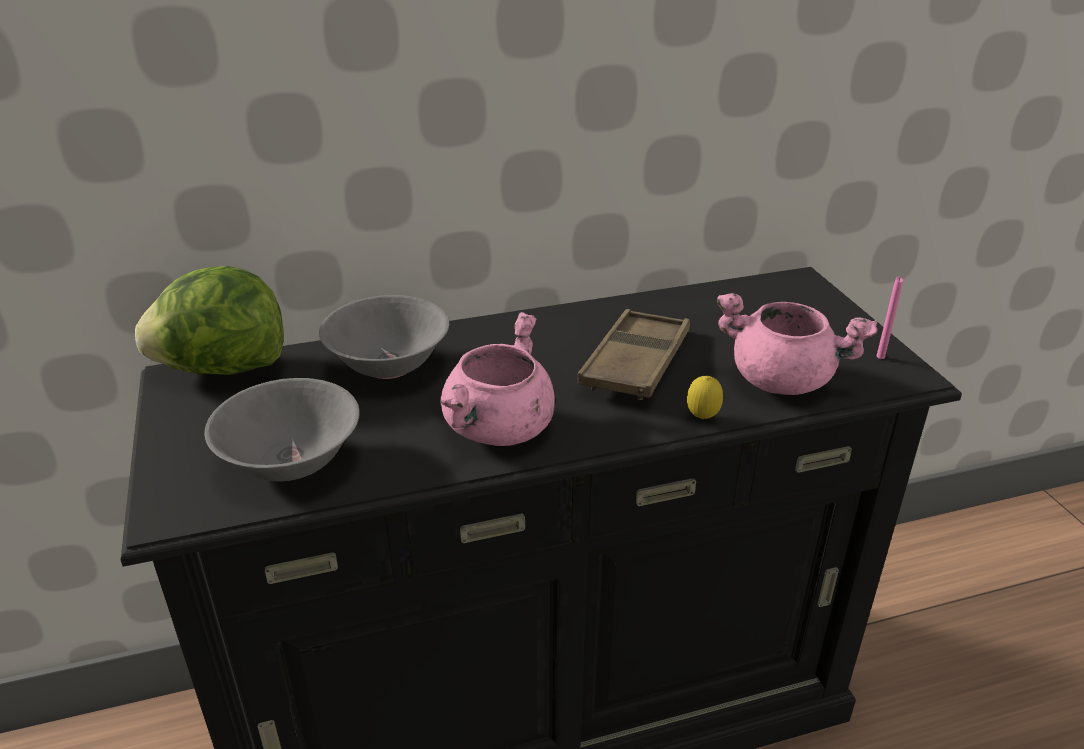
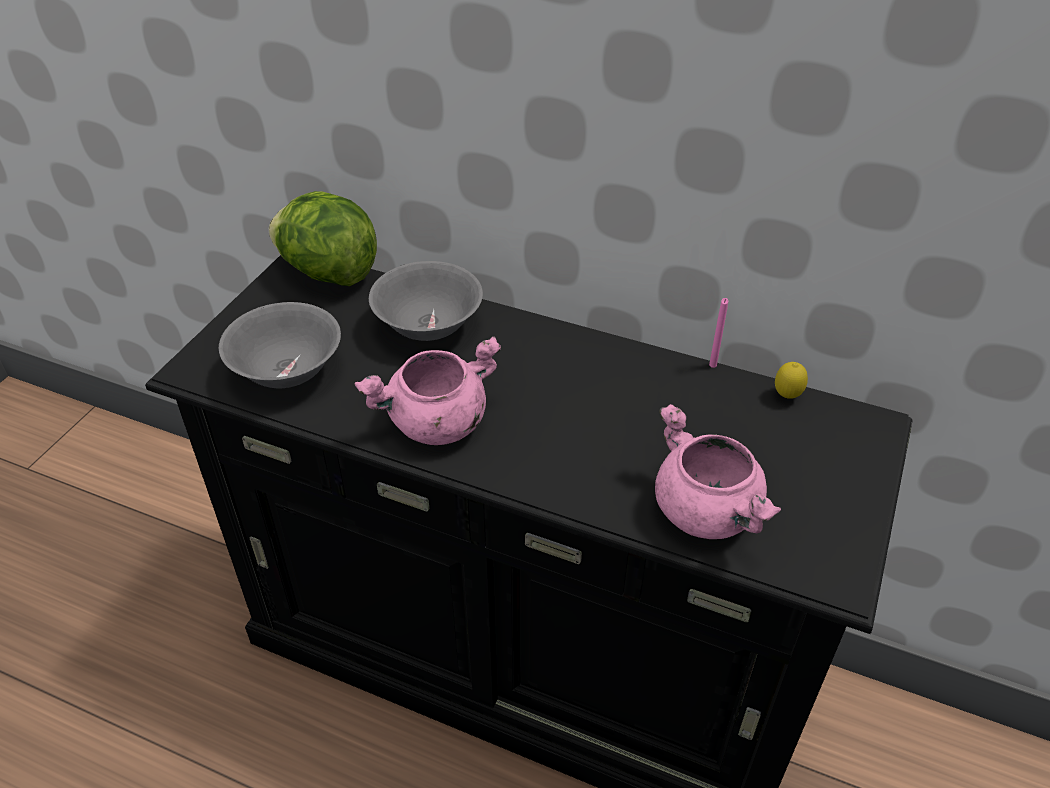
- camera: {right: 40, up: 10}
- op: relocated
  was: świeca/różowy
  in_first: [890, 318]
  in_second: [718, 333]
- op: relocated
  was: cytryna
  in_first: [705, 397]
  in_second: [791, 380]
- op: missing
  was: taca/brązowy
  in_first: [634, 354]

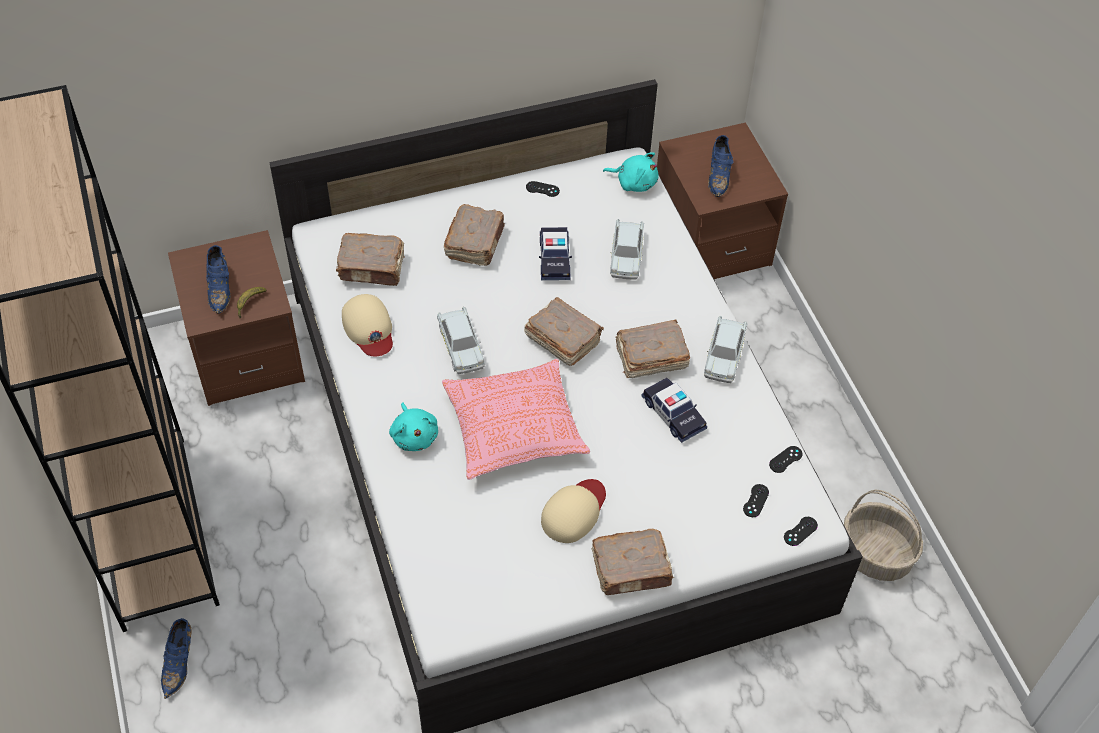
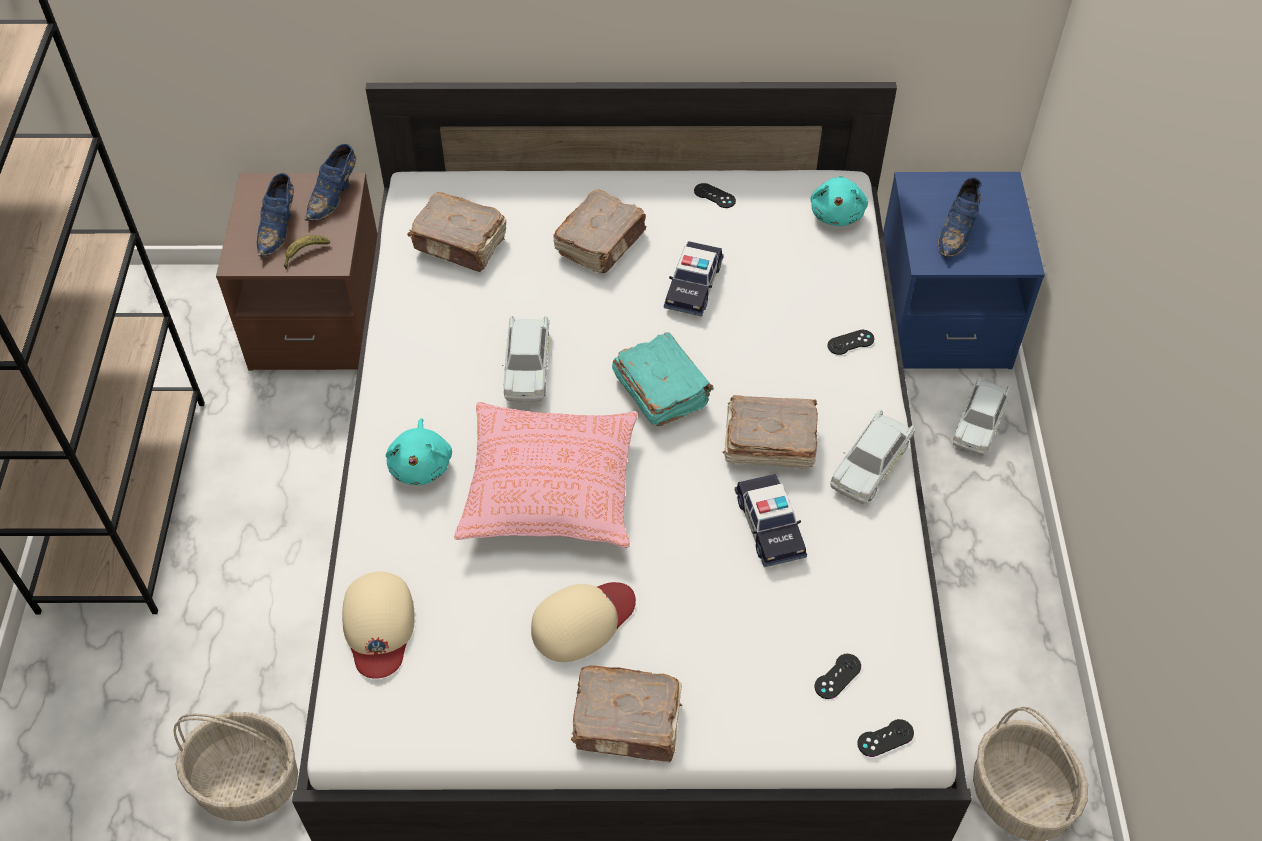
- camera: {right: 20, up: 0}
- op: appeared
  now: koszyk
  in_second: [235, 766]
- op: relocated
  was: but/niebieski
  in_first: [176, 658]
  in_second: [330, 182]
- op: relocated
  was: czapka z daszkiem/beżowy
  in_first: [367, 325]
  in_second: [378, 625]
- op: colour
  was: książka/brązowy
  now: książka/turkusowy
  in_first: [564, 331]
  in_second: [663, 379]
- op: spun
  was: pluszak/turkusowy
  in_first: [631, 172]
  in_second: [839, 201]
  clockwise: 60
- op: relocated
  was: pad do gier/czarny
  in_first: [786, 459]
  in_second: [850, 342]
- op: colour
  was: szafka nocna/brązowy
  now: szafka nocna/niebieski
  in_first: [722, 201]
  in_second: [964, 270]
- op: relocated
  was: samochodzik/biały
  in_first: [627, 249]
  in_second: [982, 416]

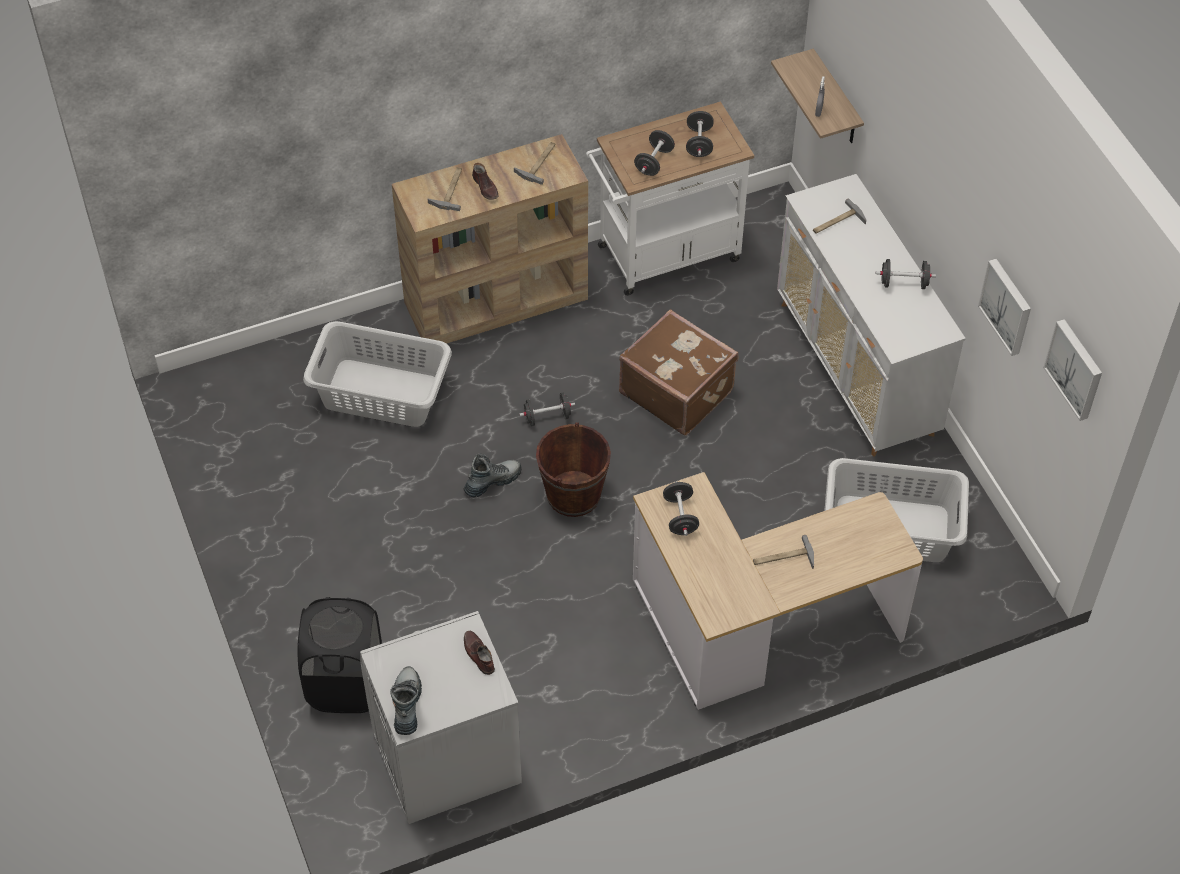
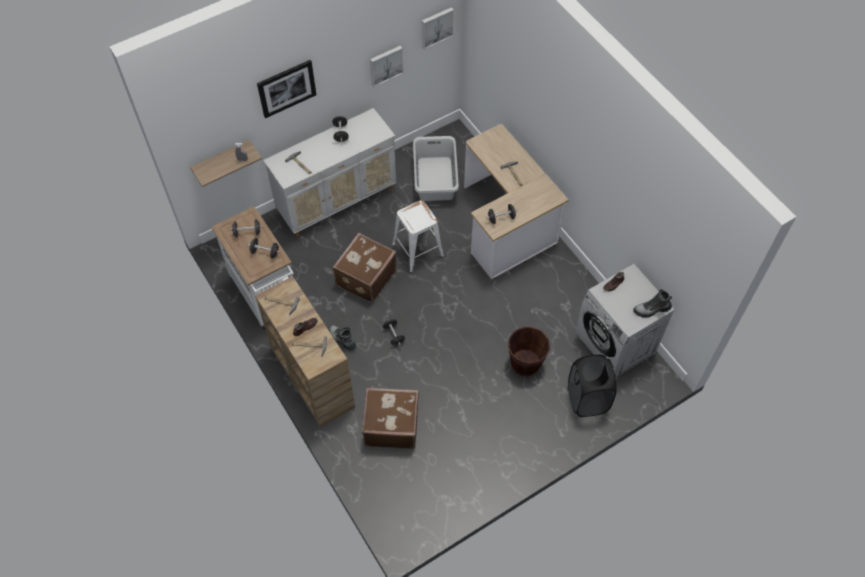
- camera: {right: -100, up: 5}
- op: appeared
  now: obraz
  in_second: [286, 89]
- op: relocated
  was: but z cholewką
  in_first: [492, 476]
  in_second: [342, 338]
- op: exchanged
  was: kosz na pranie/szary
  now: walizka/brązowy
  in_first: [377, 374]
  in_second: [390, 418]
- op: appeared
  now: stołek/biały
  in_second: [418, 236]
- op: relocated
  was: wiadro/brązowy
  in_first: [573, 469]
  in_second: [529, 352]

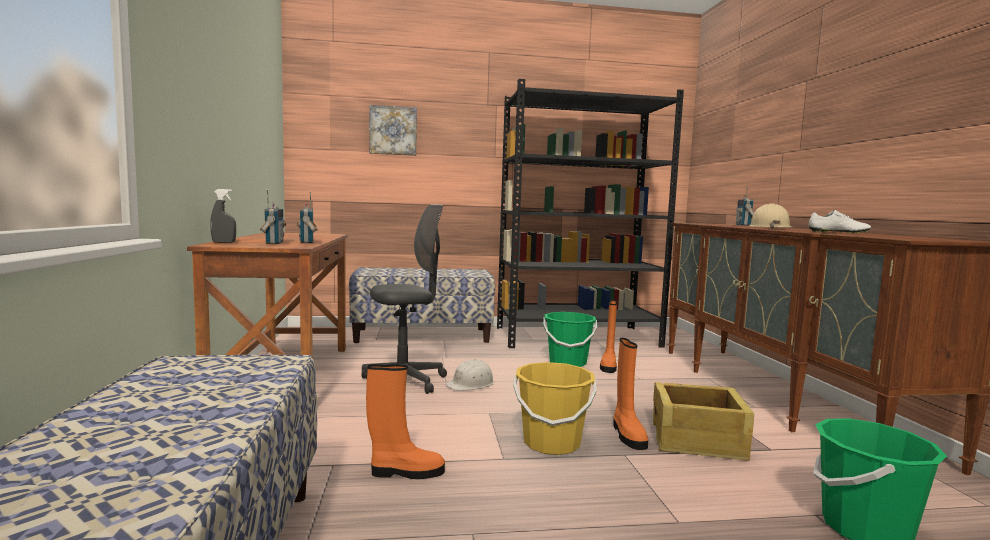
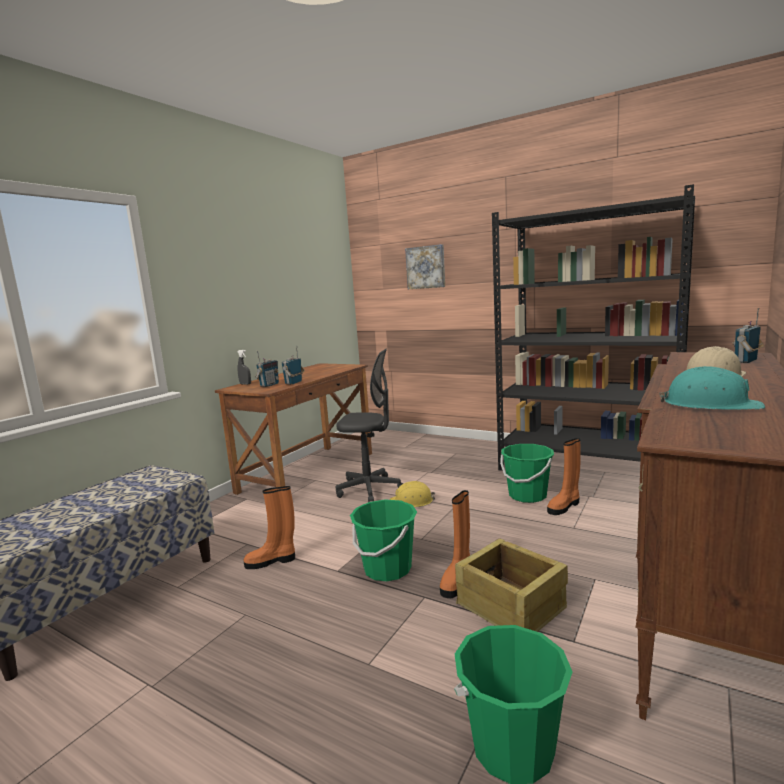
- camera: {right: 40, up: 5}
- op: spun
  was: but z cholewką/pomarańczowy
  in_first: [405, 421]
  in_second: [269, 527]
  clockwise: 135
- op: colour
  was: wiadro/żółty
  now: wiadro/zielony
  in_first: [555, 408]
  in_second: [383, 541]
- op: colour
  was: kask/biały
  now: kask/żółty
  in_first: [469, 375]
  in_second: [412, 494]
- op: exchanged
  was: but/biały
  now: kask/turkusowy
  in_first: [840, 222]
  in_second: [712, 388]
- op: missing
  was: ławka
  in_first: [422, 305]

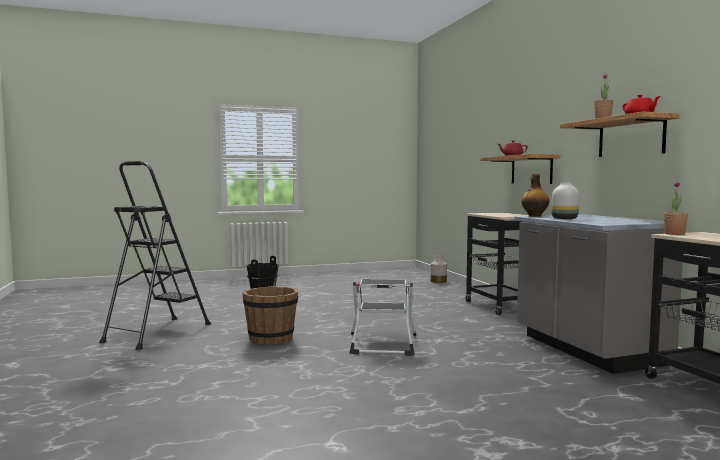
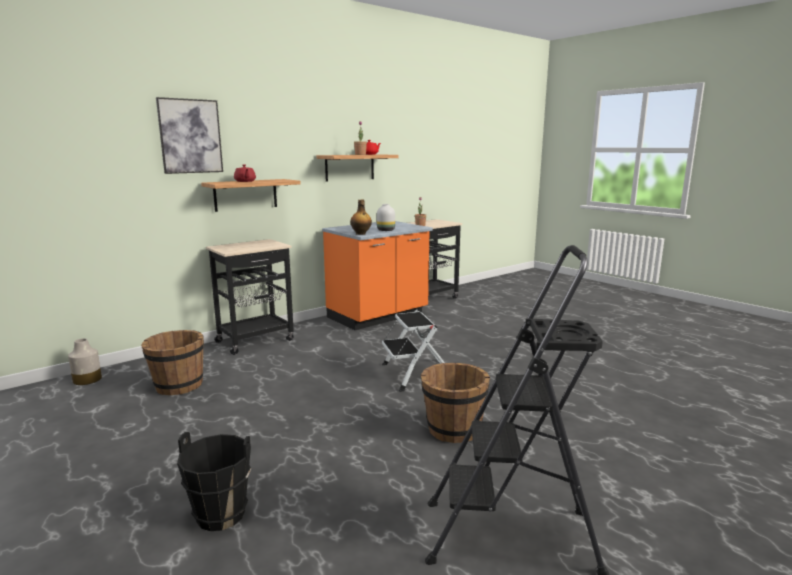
- camera: {right: -110, up: 10}
- op: appeared
  now: wiadro/brązowy
  in_second: [172, 362]
- op: appeared
  now: obraz
  in_second: [189, 135]
- op: colour
  was: zabudowa kuchenna/szary
  now: zabudowa kuchenna/pomarańczowy
  in_first: [599, 294]
  in_second: [377, 275]

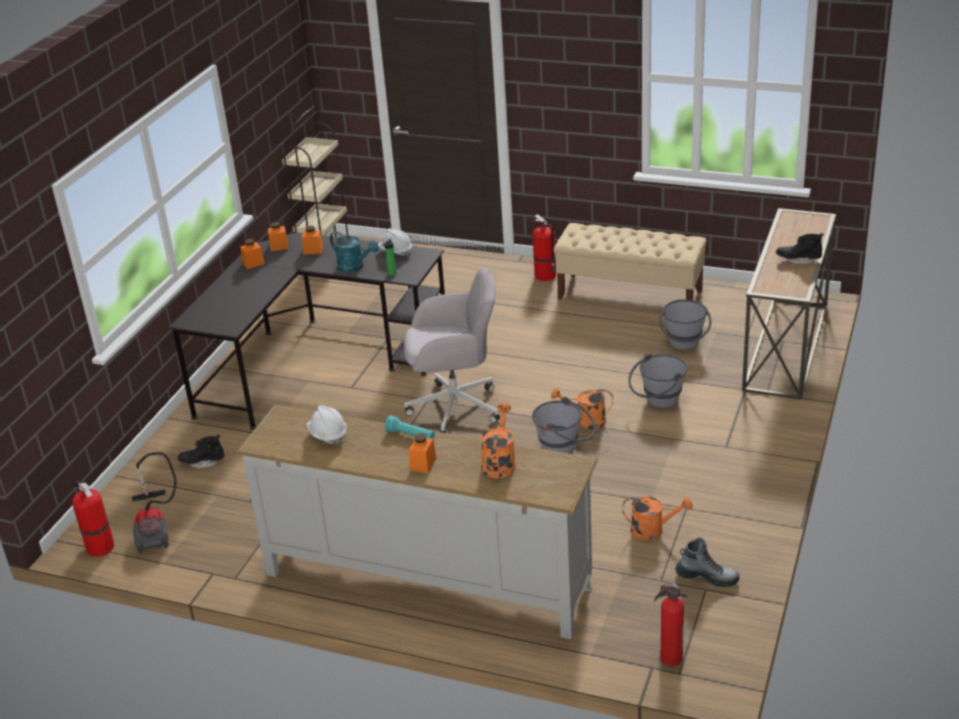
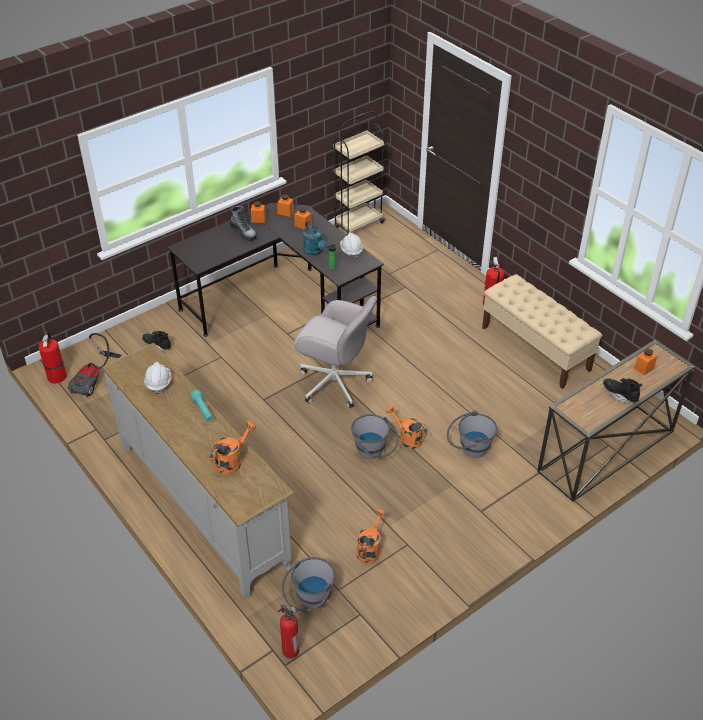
- camera: {right: 30, up: 10}
- op: relocated
  was: but z cholewką
  in_first: [707, 562]
  in_second: [243, 223]
- op: relocated
  was: wiadro/szary
  in_first: [685, 324]
  in_second: [309, 584]
- op: spun
  was: konewka/pomarańczowy
  in_first: [657, 518]
  in_second: [371, 536]
  clockwise: -105
- op: relocated
  was: słoik/pomarańczowy
  in_first: [422, 453]
  in_second: [645, 362]

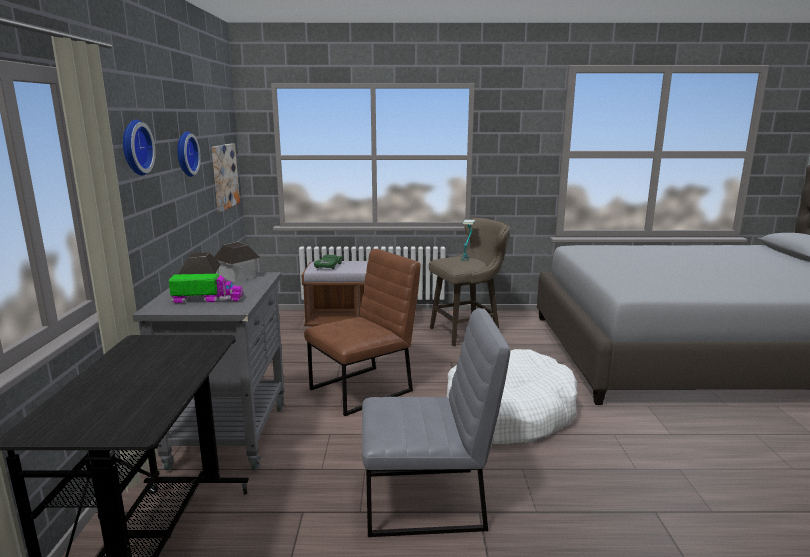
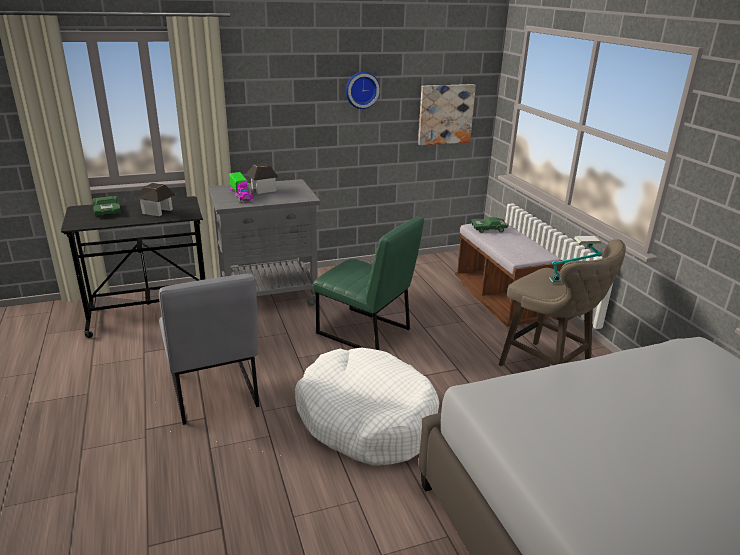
- camera: {right: 70, up: 10}
- op: appeared
  now: samochodzik/zielony
  in_second: [107, 206]
- op: relocated
  was: domek
  in_first: [237, 262]
  in_second: [155, 199]
- op: colour
  was: krzesło/brązowy
  now: krzesło/zielony
  in_first: [362, 332]
  in_second: [368, 283]
- op: missing
  was: zegar ścienny
  in_first: [139, 148]

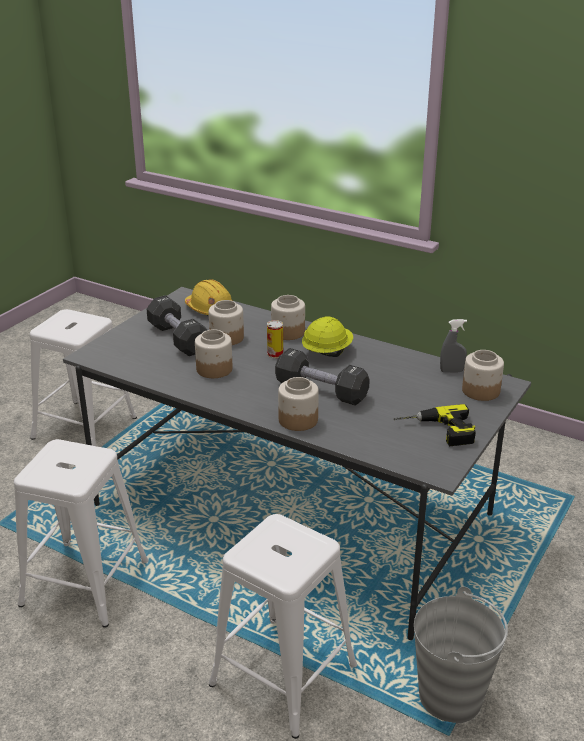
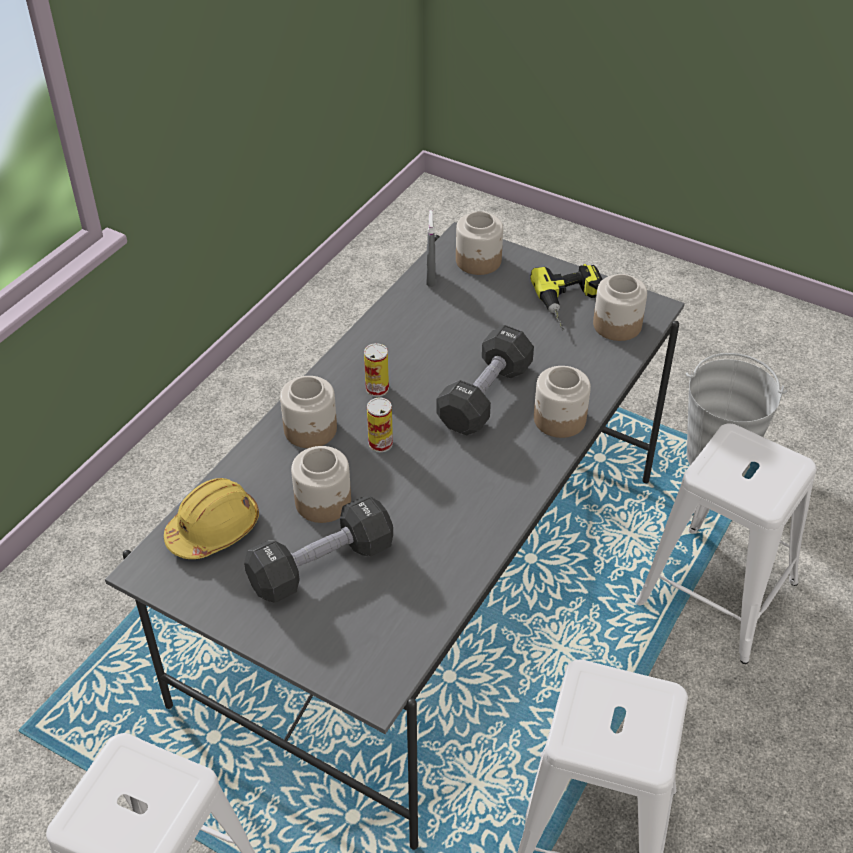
- camera: {right: -90, up: 15}
- op: exchanged
  was: kask/żółty
  now: puszka
  in_first: [327, 336]
  in_second: [376, 370]
- op: relocated
  was: słoik
  in_first: [213, 353]
  in_second: [620, 307]

